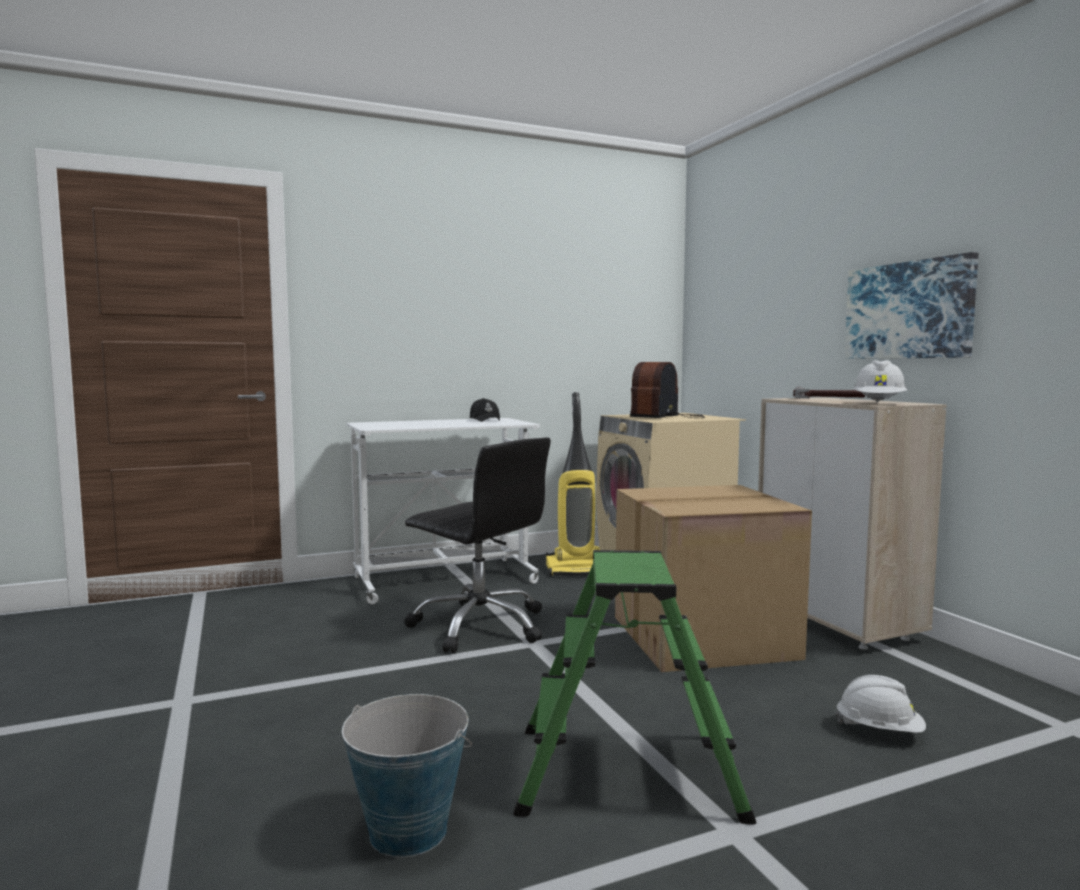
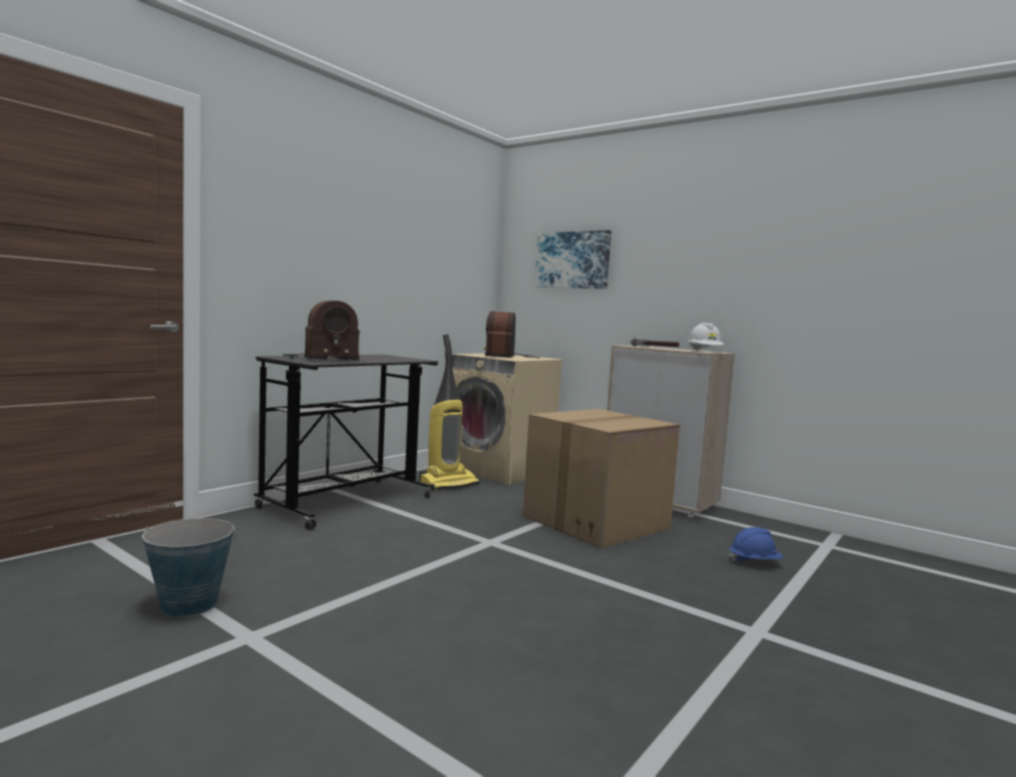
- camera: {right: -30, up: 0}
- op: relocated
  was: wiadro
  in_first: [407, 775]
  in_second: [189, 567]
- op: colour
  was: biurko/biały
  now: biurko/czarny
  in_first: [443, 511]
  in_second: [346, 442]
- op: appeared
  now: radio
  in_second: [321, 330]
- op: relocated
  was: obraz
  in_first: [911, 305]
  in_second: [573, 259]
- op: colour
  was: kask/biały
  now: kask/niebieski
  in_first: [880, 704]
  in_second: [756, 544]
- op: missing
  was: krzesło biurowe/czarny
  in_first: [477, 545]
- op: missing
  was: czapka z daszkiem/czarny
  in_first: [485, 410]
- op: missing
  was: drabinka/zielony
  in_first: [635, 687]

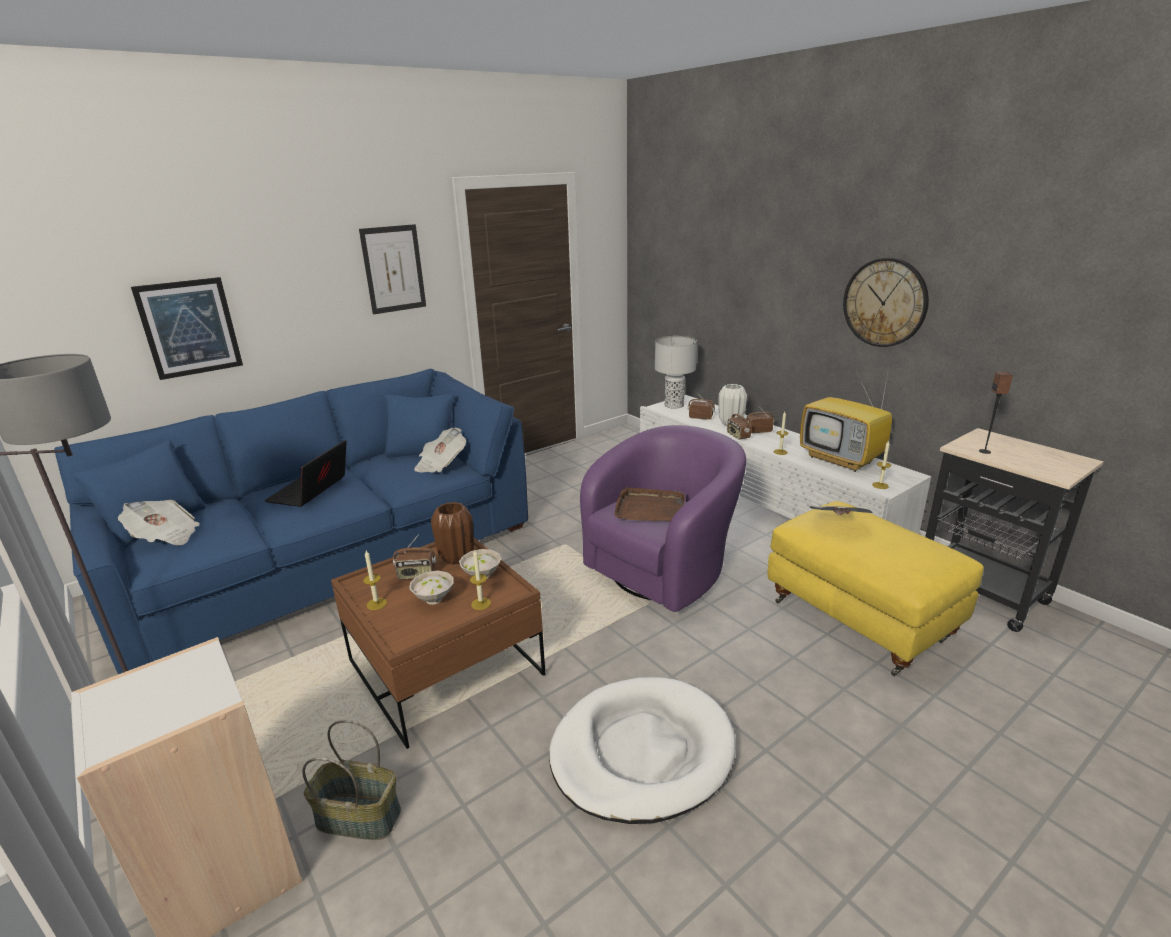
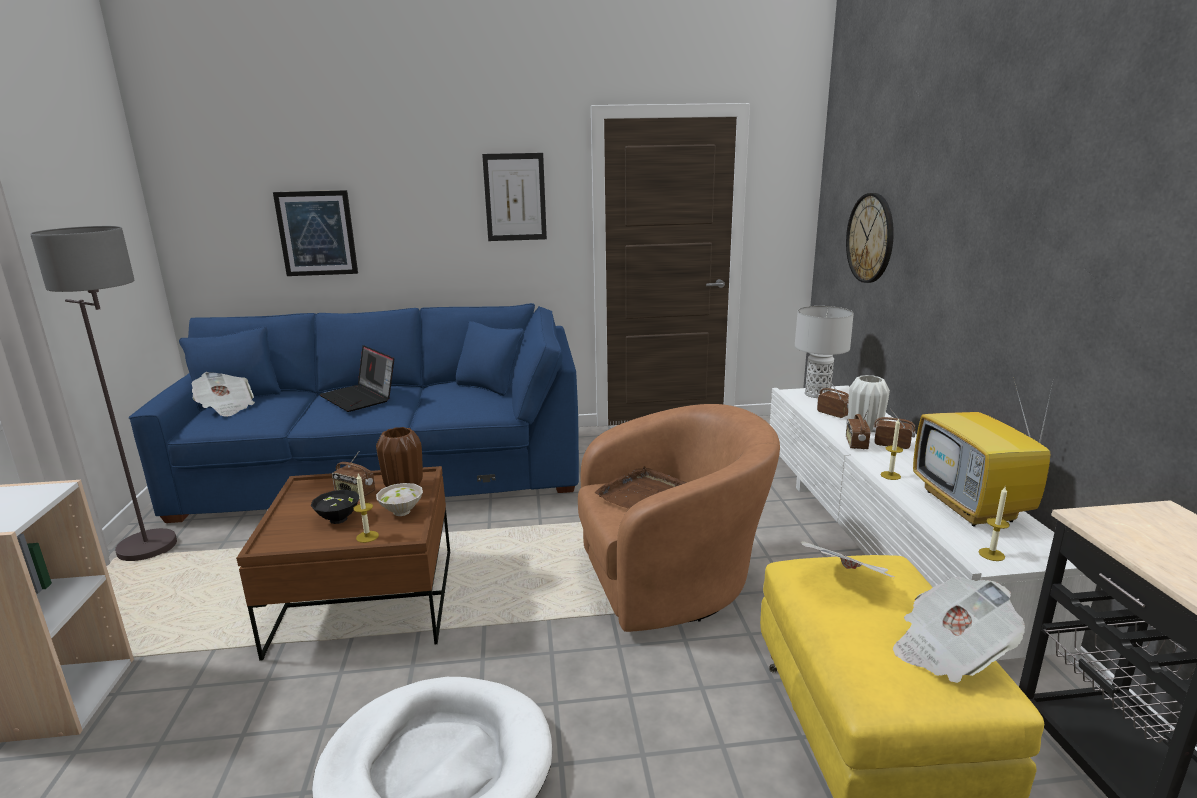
- camera: {right: 30, up: -5}
- op: colour
  was: miska/biały
  now: miska/czarny
  in_first: [431, 588]
  in_second: [334, 507]
- op: spun
  was: laptop
  in_first: [305, 473]
  in_second: [356, 378]
  clockwise: -90
- op: colour
  was: fotel/fioletowy
  now: fotel/brązowy
  in_first: [663, 518]
  in_second: [679, 518]
- op: relocated
  was: zegar ścienny
  in_first: [886, 302]
  in_second: [870, 238]
- op: relocated
  was: gazeta
  in_first: [440, 450]
  in_second: [959, 629]
- op: missing
  was: koszyk
  in_first: [351, 780]
- op: missing
  was: świeca
  in_first: [375, 580]
- op: missing
  was: głośnik
  in_first: [996, 413]

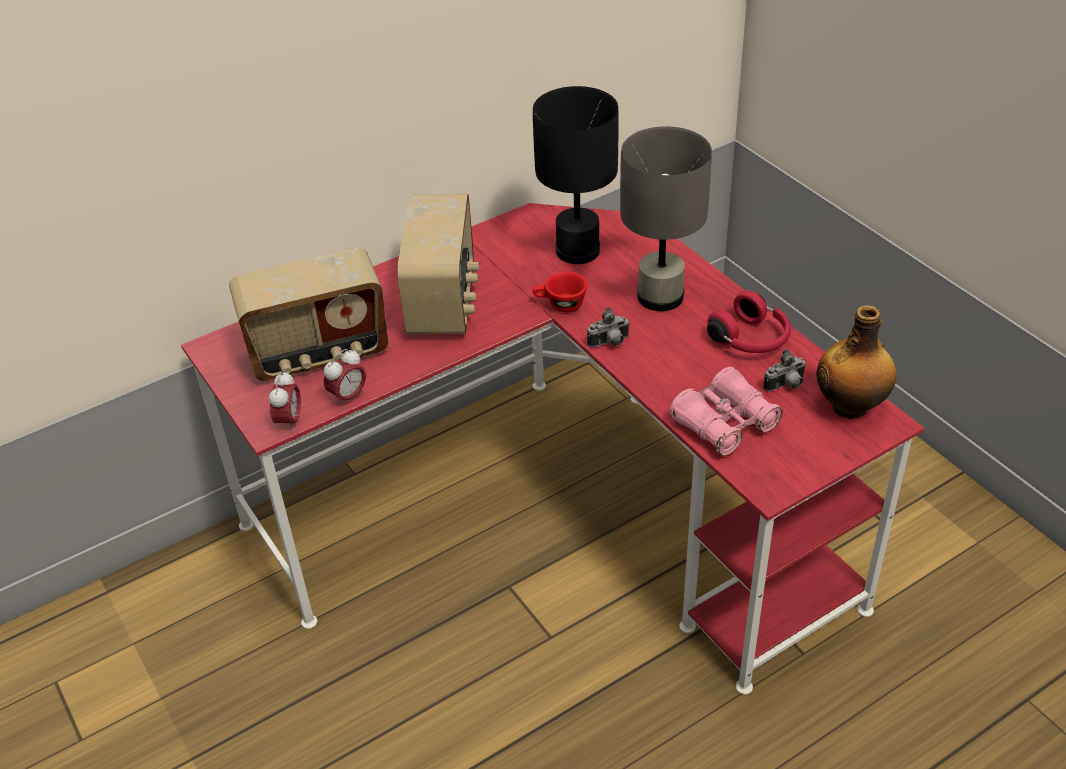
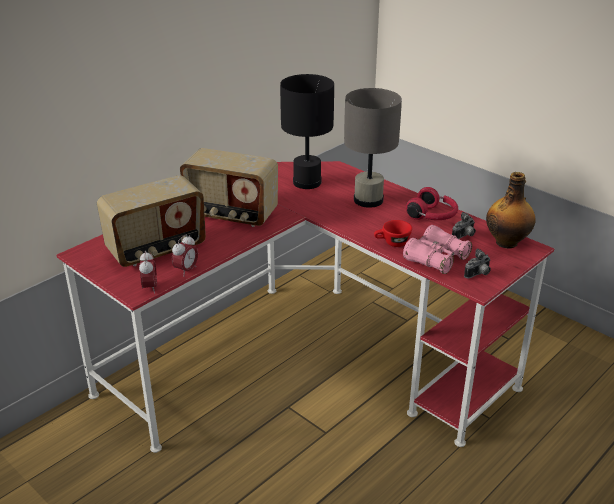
- camera: {right: -15, up: -10}
- op: spun
  was: radio
  in_first: [438, 264]
  in_second: [229, 187]
  clockwise: 120
- op: relocated
  was: filiżanka/czerwony
  in_first: [559, 292]
  in_second: [393, 233]
- op: relocated
  was: aparat fotograficzny
  in_first: [608, 327]
  in_second: [477, 263]

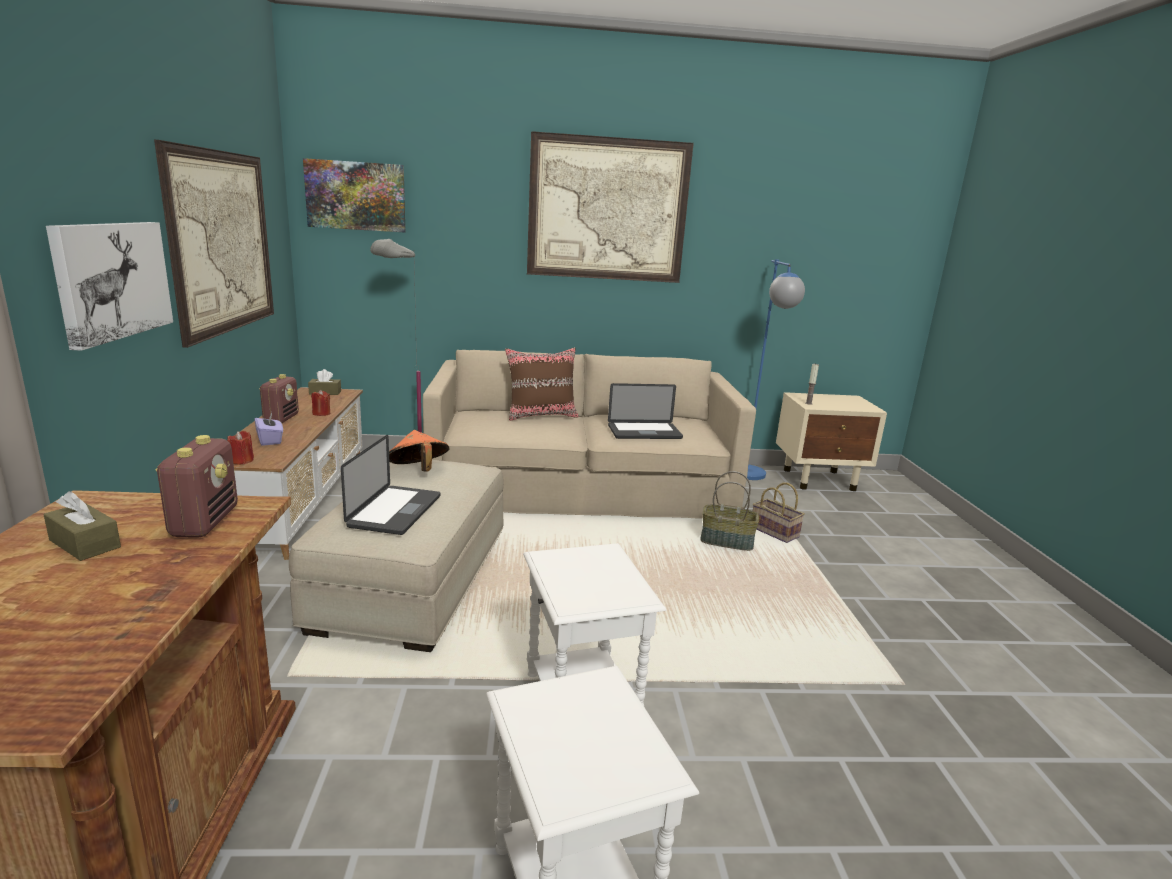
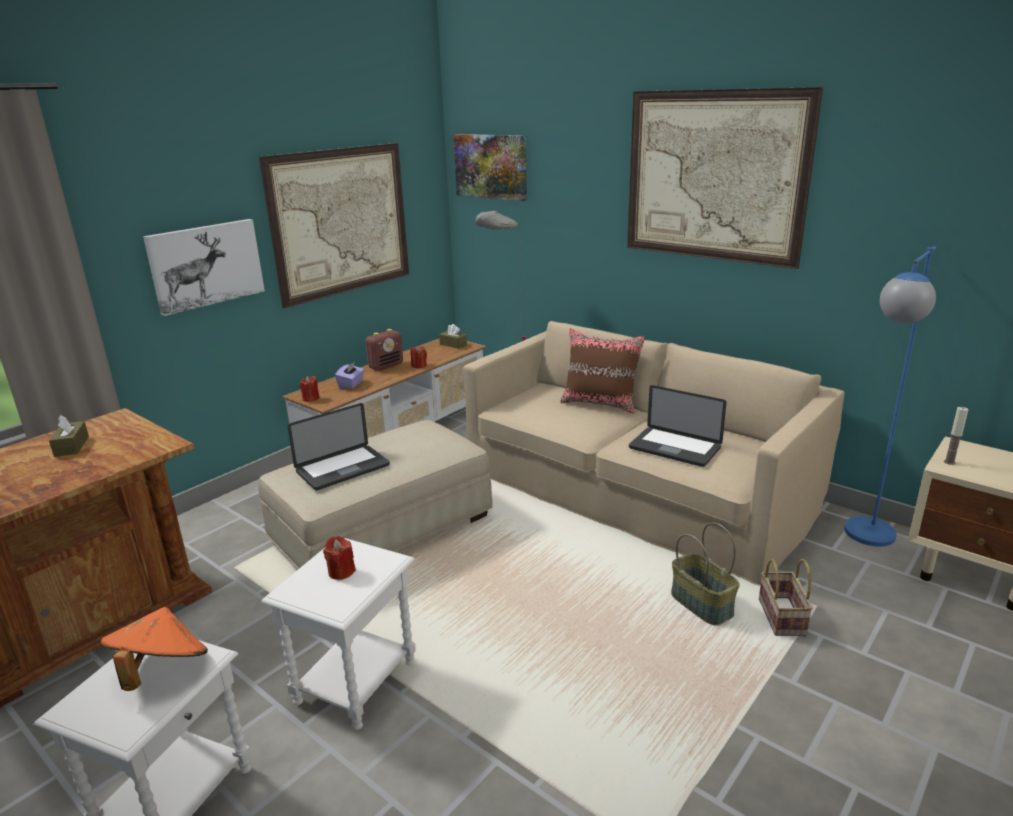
- camera: {right: 45, up: 5}
- op: relocated
  was: kapelusz/pomarańczowy
  in_first: [419, 451]
  in_second: [154, 649]
- op: appeared
  now: świeca/czerwony
  in_second: [339, 557]
- op: missing
  was: radio
  in_first: [197, 486]

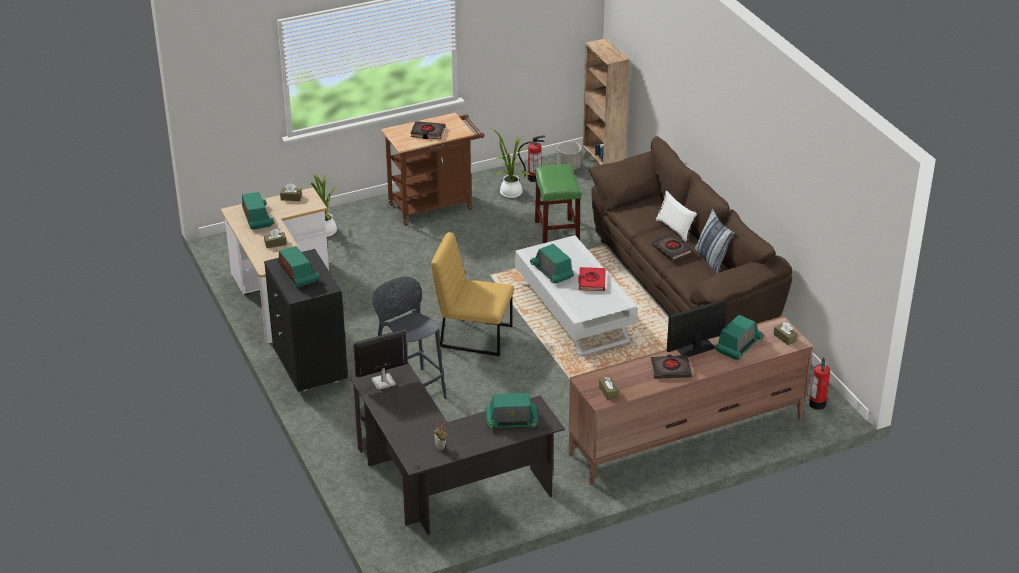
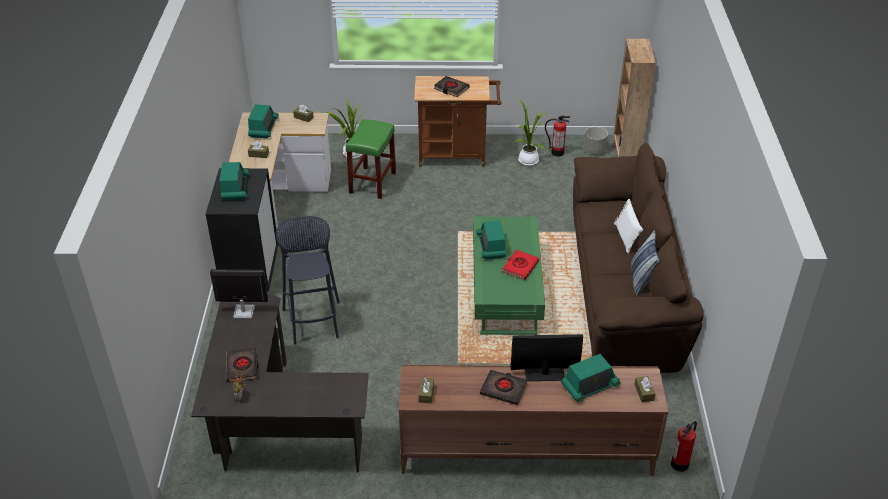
- camera: {right: 25, up: 5}
- op: relocated
  was: książka/czarny
  in_first: [672, 247]
  in_second: [242, 365]
- op: relocated
  was: stołek/zielony
  in_first: [558, 204]
  in_second: [371, 159]
- op: colour
  was: ława/biały
  now: ława/zielony
  in_first: [576, 295]
  in_second: [509, 275]
- op: missing
  was: krzesło/żółty
  in_first: [472, 294]
- op: missing
  was: radio
  in_first: [512, 411]

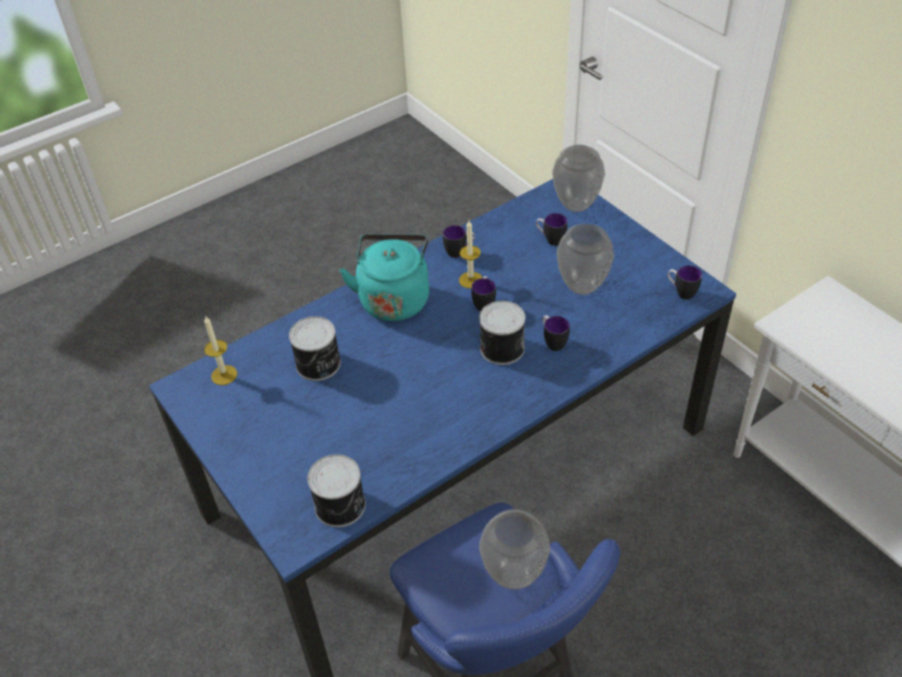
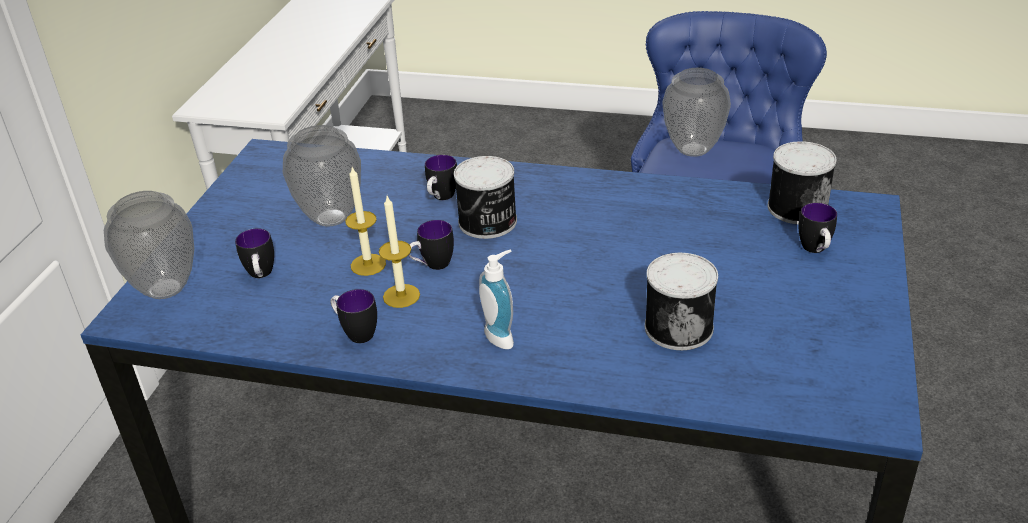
- camera: {right: -130, up: -10}
- op: relocated
  was: świeca
  in_first: [220, 350]
  in_second: [365, 221]
- op: exchanged
  was: czajnik/turkusowy
  now: dozownik mydła
  in_first: [384, 277]
  in_second: [496, 299]
- op: relocated
  was: kubek
  in_first: [684, 283]
  in_second: [818, 228]

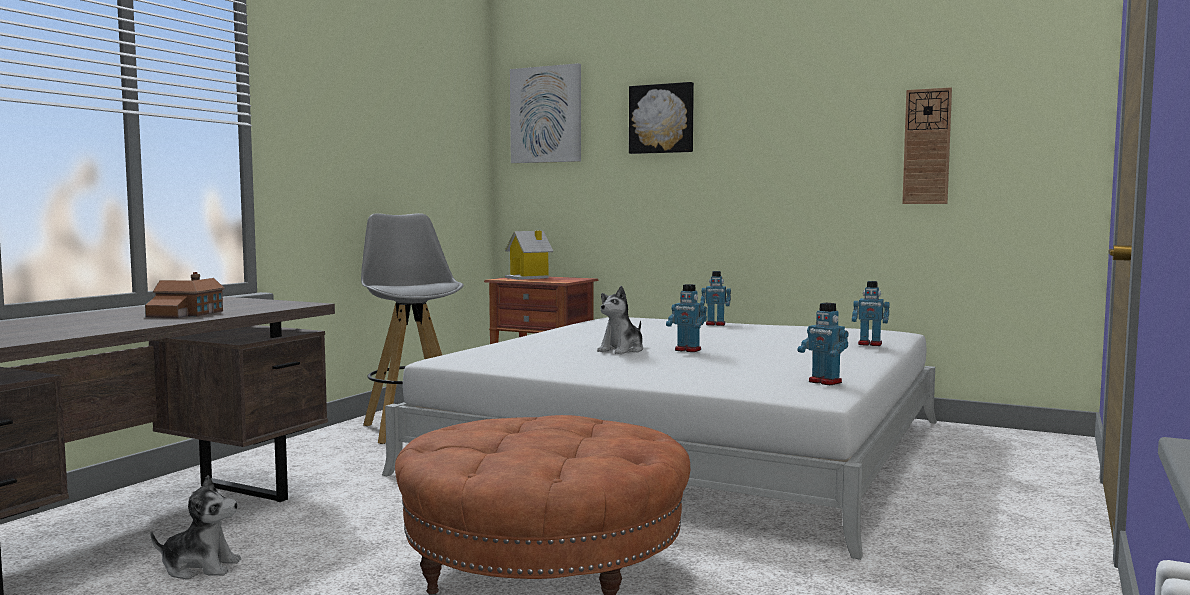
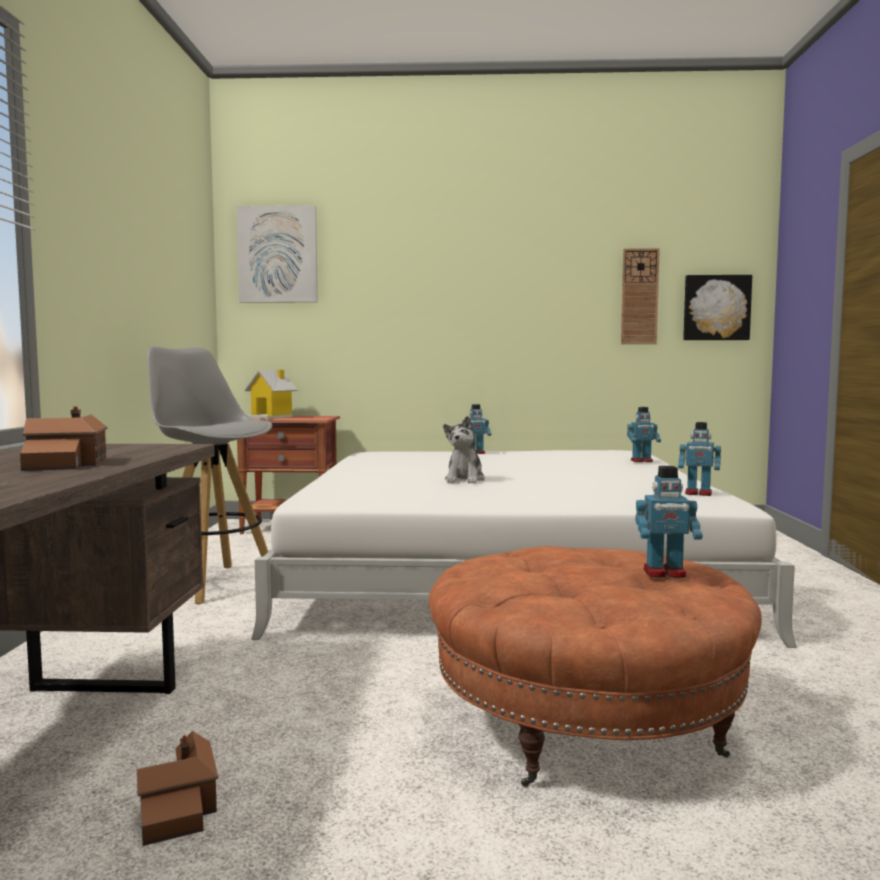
- camera: {right: -25, up: 0}
- op: exchanged
  was: pluszak
  now: domek
  in_first: [195, 527]
  in_second: [177, 788]
- op: relocated
  was: robot zabawkowy
  in_first: [686, 318]
  in_second: [669, 522]
- op: relocated
  was: obraz
  in_first: [661, 118]
  in_second: [717, 307]

